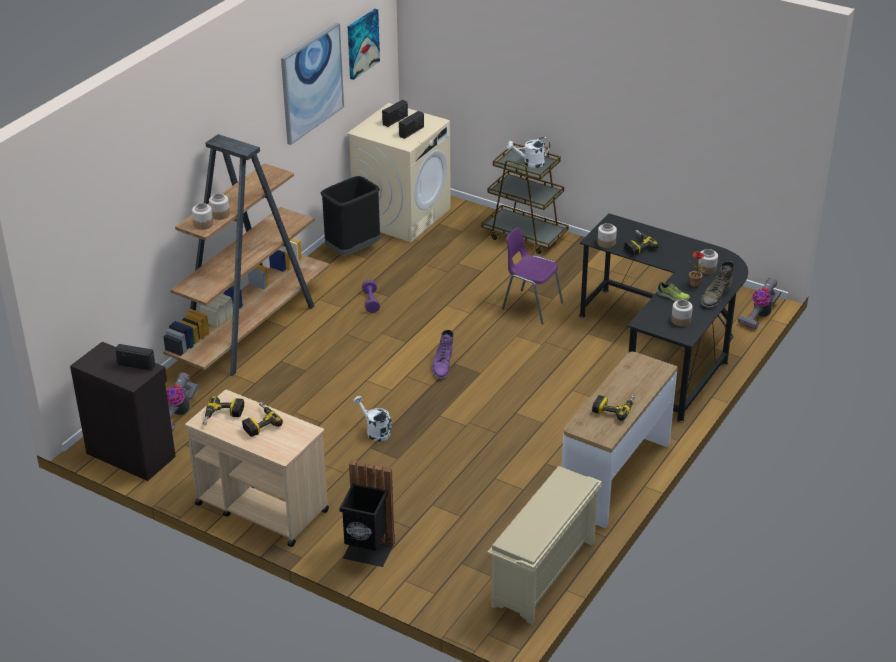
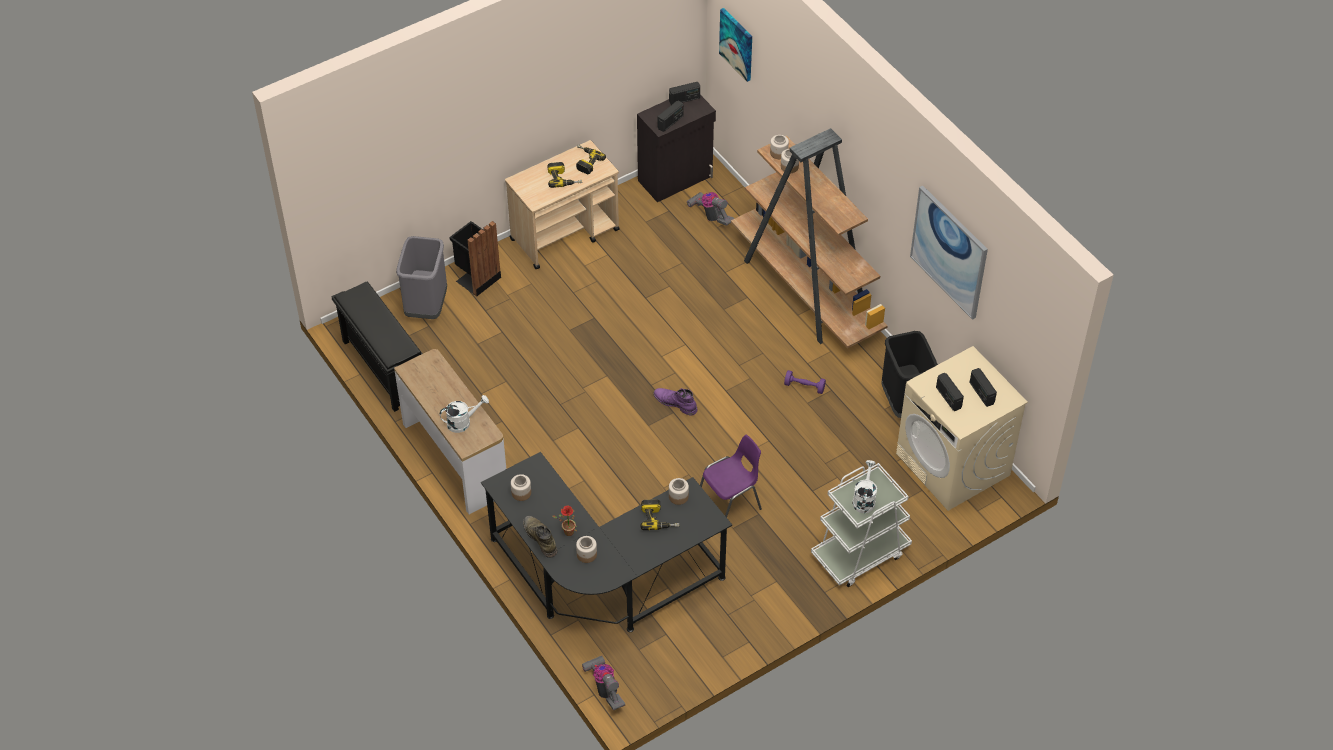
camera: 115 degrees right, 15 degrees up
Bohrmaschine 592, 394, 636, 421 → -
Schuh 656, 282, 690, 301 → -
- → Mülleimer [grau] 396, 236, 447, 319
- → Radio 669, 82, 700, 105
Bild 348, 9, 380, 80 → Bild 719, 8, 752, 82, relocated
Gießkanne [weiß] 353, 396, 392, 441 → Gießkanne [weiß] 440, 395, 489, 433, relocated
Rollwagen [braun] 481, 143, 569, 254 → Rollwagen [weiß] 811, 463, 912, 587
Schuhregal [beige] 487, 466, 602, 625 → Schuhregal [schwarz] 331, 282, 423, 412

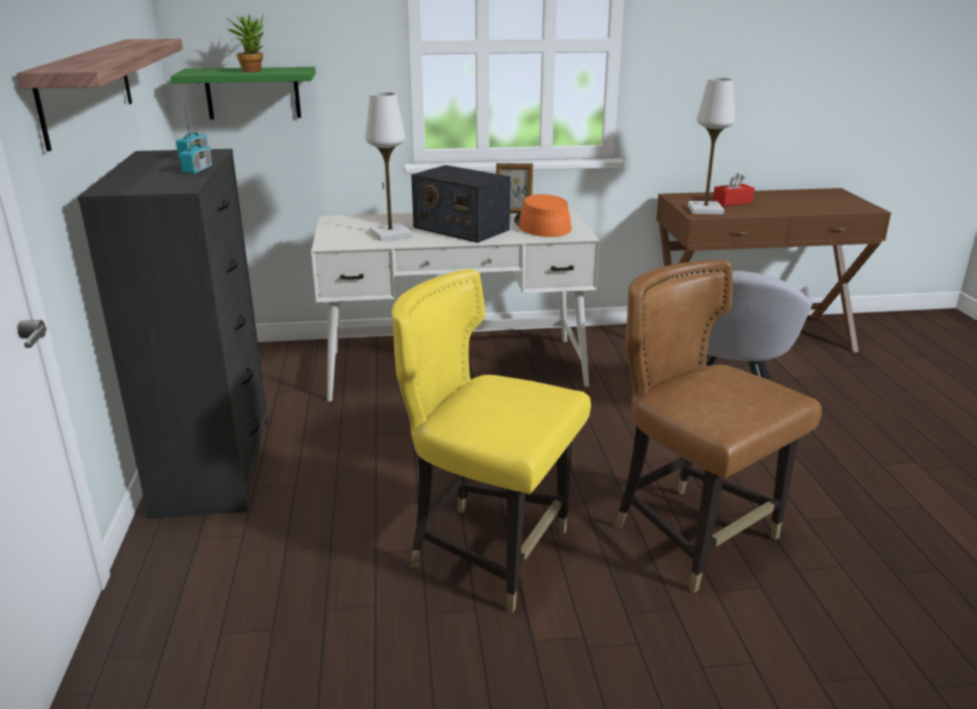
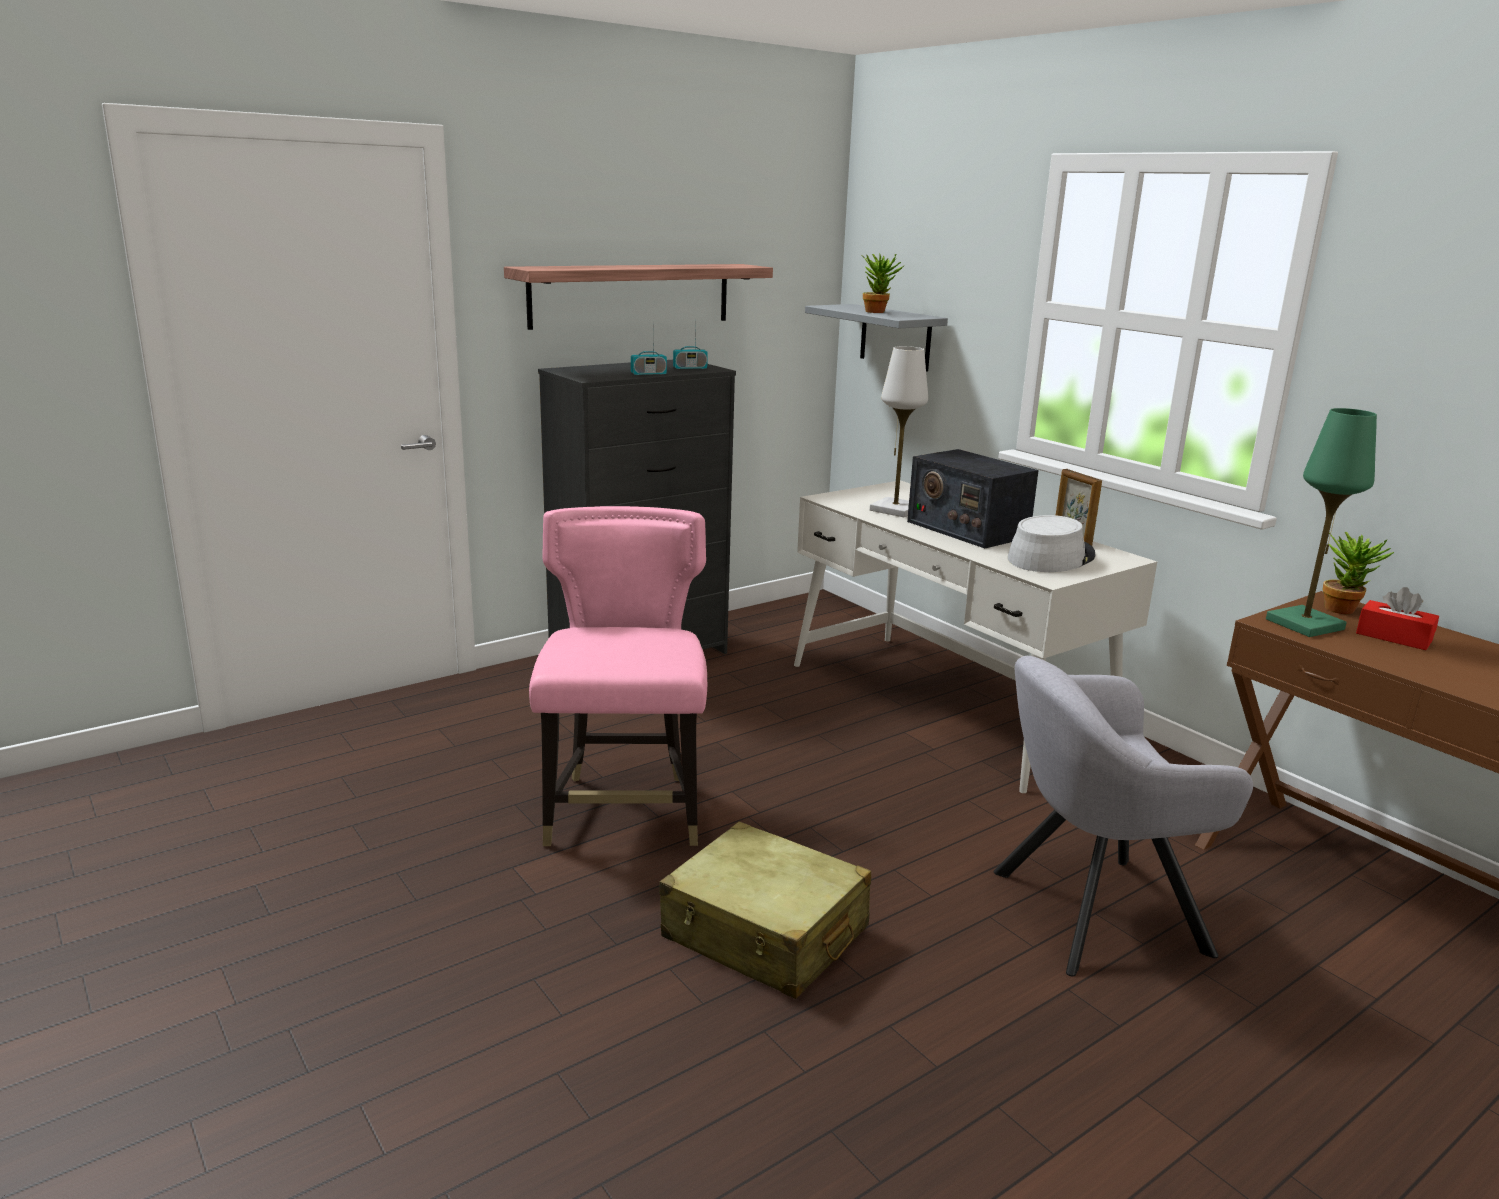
camera: 60 degrees right, 5 degrees down
- → Topfpflanze 1322, 532, 1394, 614
Stuhl [braun] 614, 260, 822, 593 → Koffer [beige] 659, 821, 871, 999
Wandregal [grün] 171, 67, 316, 120 → Wandregal [grau] 805, 304, 948, 372
Stuhl [gelb] 392, 269, 591, 614 → Stuhl [rosa] 529, 506, 707, 846
Hut [orange] 514, 194, 571, 237 → Hut [grau] 1007, 515, 1096, 572
Tischlampe [weiß] 688, 78, 735, 215 → Tischlampe [grün] 1266, 408, 1377, 637
Radio 411, 165, 510, 243 → Radio 907, 449, 1039, 548, 45 degrees counterclockwise

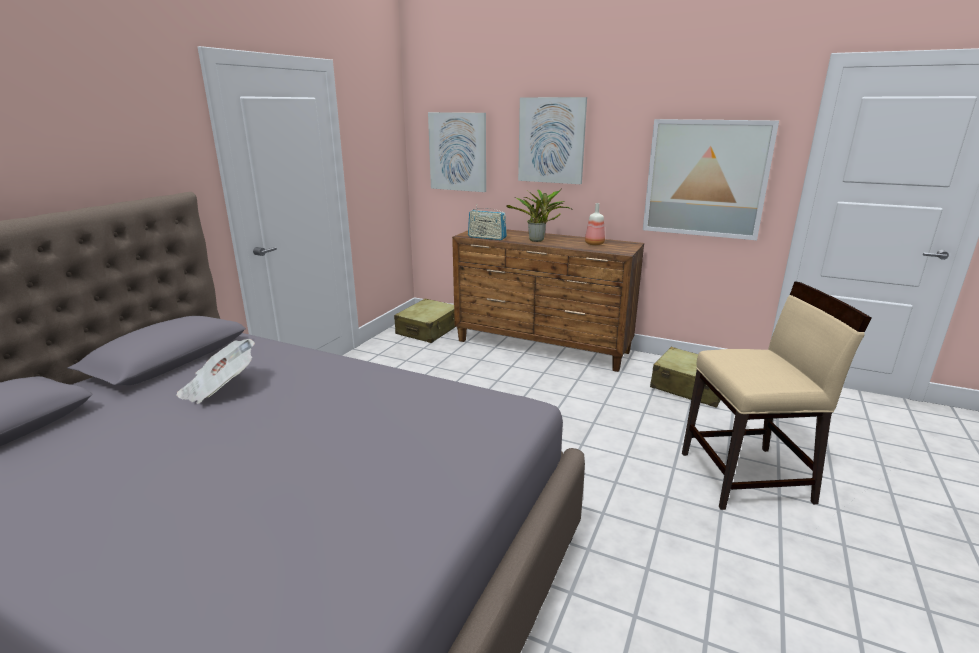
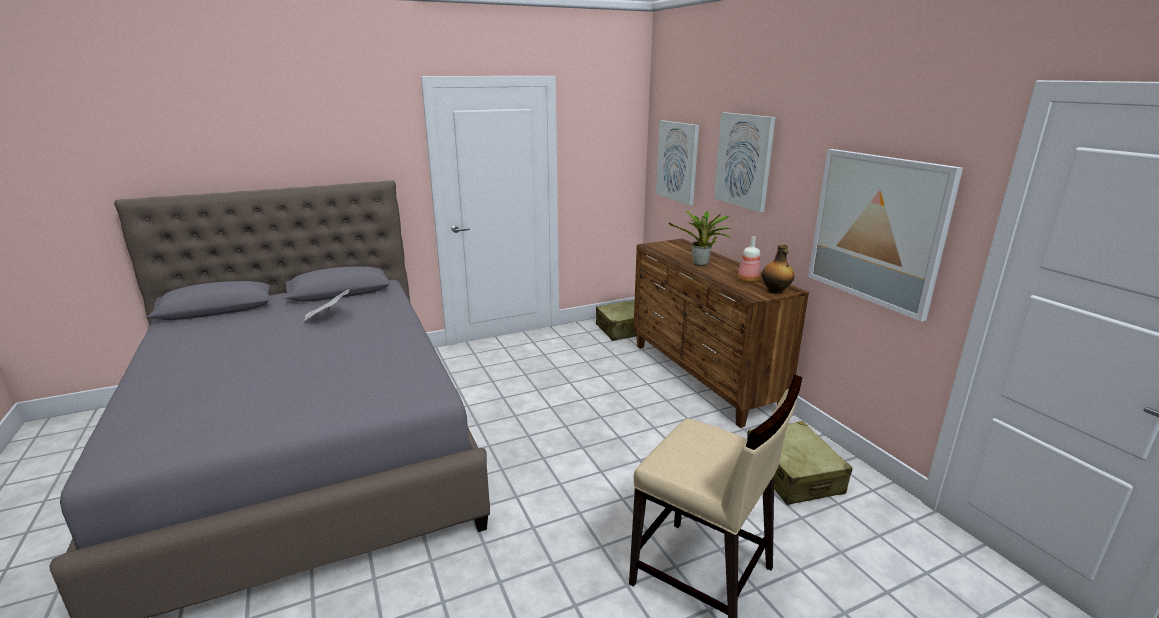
camera: 40 degrees right, 0 degrees up
Radio 468, 204, 507, 240 → -
- → Flasche 762, 244, 794, 294

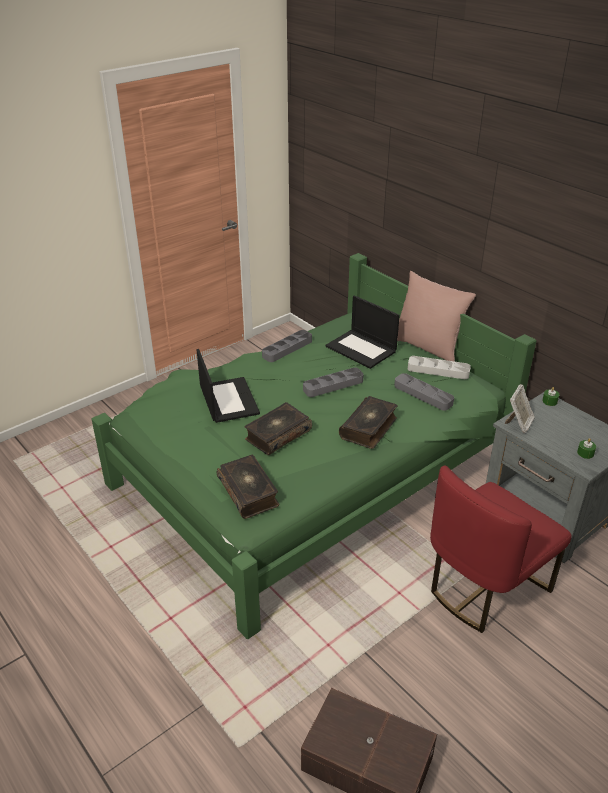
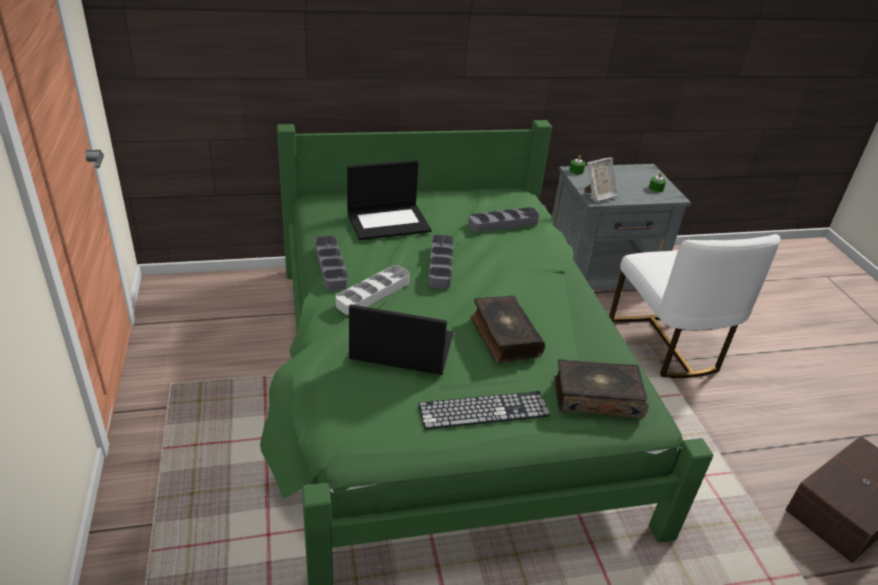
camera: 65 degrees left, 0 degrees up
Buch 339, 396, 398, 449 → -
Kissen [rosa] 397, 271, 476, 362 → -
- → Tastatur 418, 391, 550, 430
Tablett [grau] 408, 356, 471, 379 → Tablett [grau] 336, 265, 410, 315, relocated
Stuhl [rot] 430, 465, 572, 633 → Stuhl [weiß] 609, 234, 781, 378
Bilderrahmen 505, 384, 535, 433 → Bilderrahmen 584, 157, 618, 203, 90 degrees clockwise

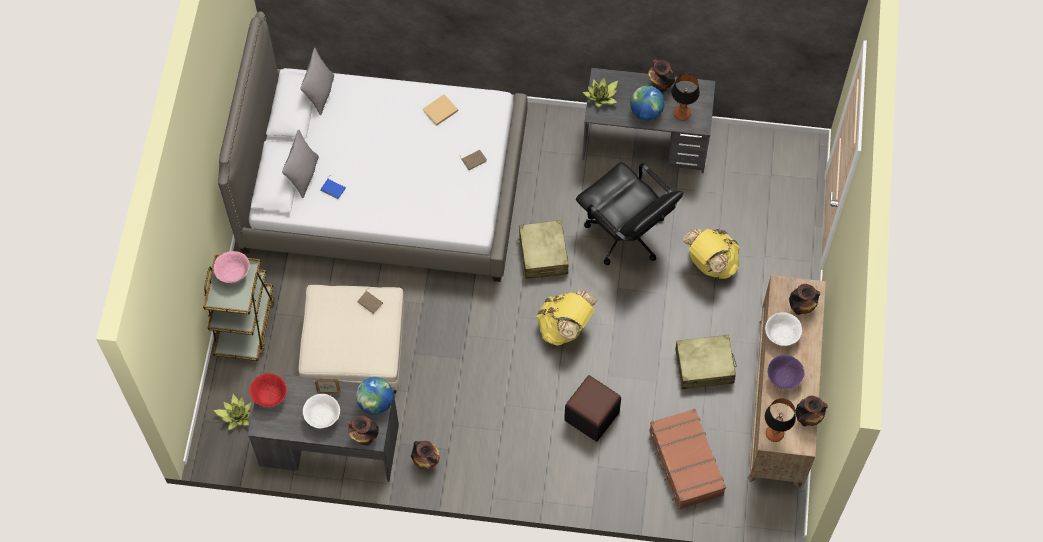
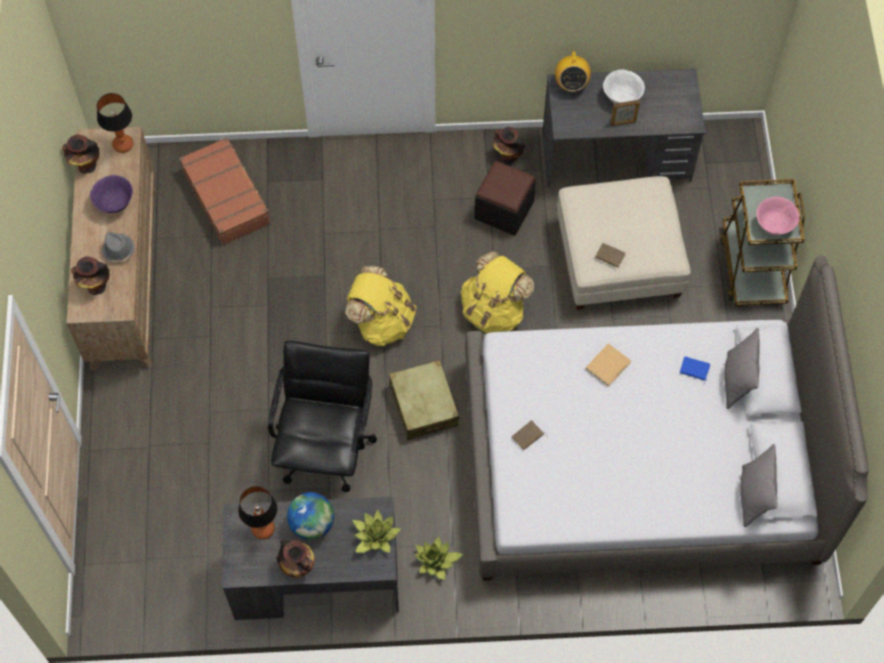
camera: 170 degrees right, 0 degrees up
Schüssel [rot] 250, 373, 287, 407 → -
Globus 356, 377, 393, 415 → -
Koffer [beige] 675, 335, 737, 389 → -
Topfpflanze 213, 394, 251, 430 → Topfpflanze 415, 536, 463, 580, relocated
Buch [beige] 423, 94, 458, 126 → Buch [beige] 586, 343, 631, 387, relocated
Polsterhocker [schwarz] 564, 375, 621, 442 → Polsterhocker [schwarz] 475, 161, 536, 236, relocated
Rucksack [gelb] 683, 228, 740, 279 → Rucksack [gelb] 461, 251, 534, 333, relocated
Vase 348, 415, 379, 446 → Radio 555, 51, 591, 92
Schüssel [weiß] 765, 312, 802, 346 → Hut [grau] 102, 232, 135, 263
Bürostuhl [schwarz] 576, 162, 683, 265 → Bürostuhl [schwarz] 268, 341, 377, 492, 60 degrees clockwise

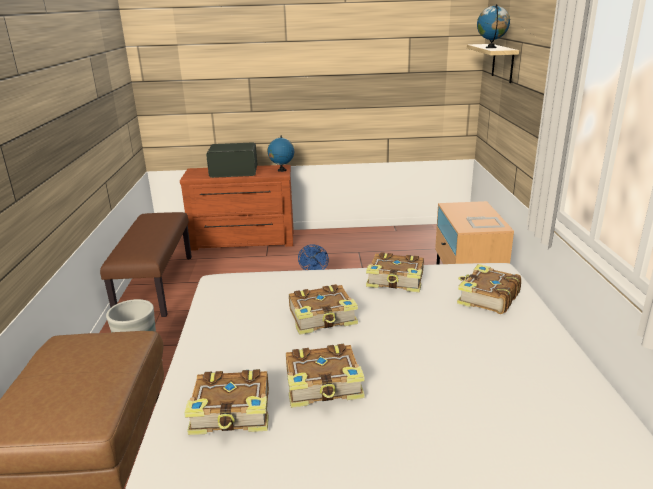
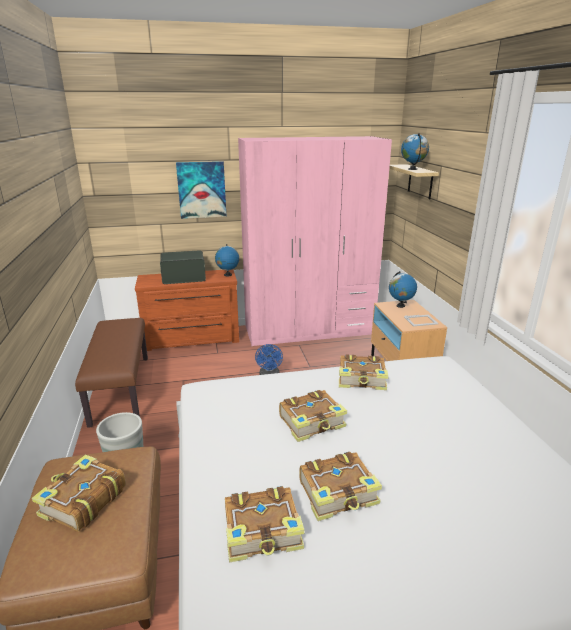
camera: 10 degrees left, 0 degrees up
- → Bild 176, 161, 227, 219
- → Kleiderschrank [rosa] 238, 136, 392, 347
- → Globus 389, 271, 417, 308
Buch 457, 264, 521, 314 → Buch 32, 454, 126, 532, relocated

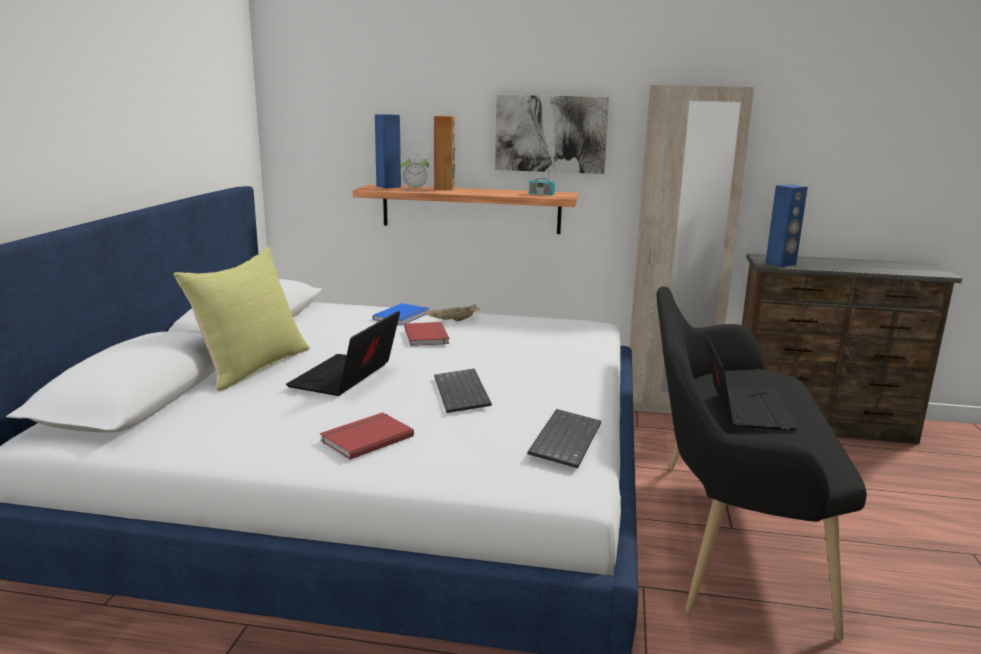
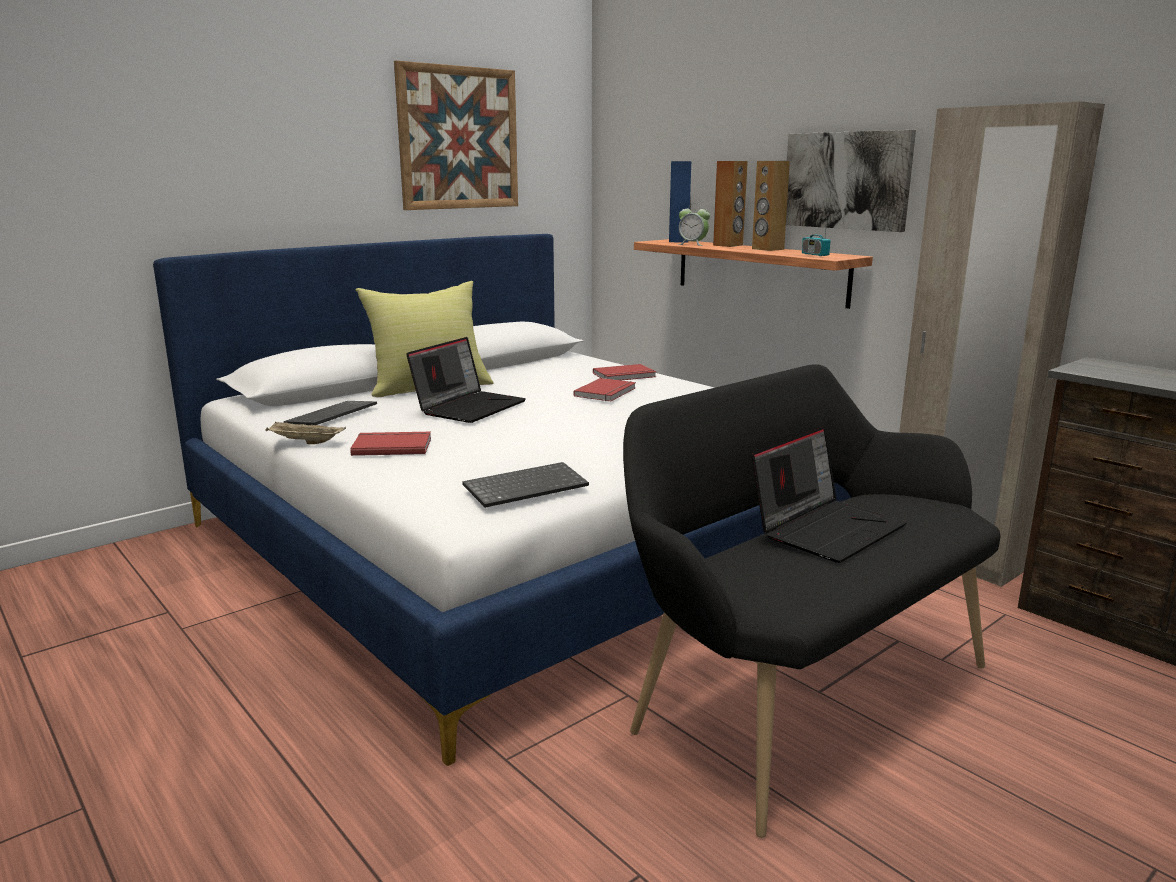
camera: 40 degrees right, 0 degrees up
Lautsprecher [blau] 765, 184, 808, 267 → -
- → Bild 394, 61, 518, 210
- → Lautsprecher [braun] 752, 161, 790, 251
Tablett [beige] 424, 304, 480, 321 → Tablett [beige] 265, 422, 346, 444, relocated
Tastatur 434, 368, 492, 413 → Tastatur 284, 401, 377, 425, relocated
Buch [blau] 372, 303, 430, 326 → Buch [rot] 593, 364, 656, 380
Laptop 286, 311, 400, 396 → Laptop 406, 337, 526, 423, 150 degrees clockwise

